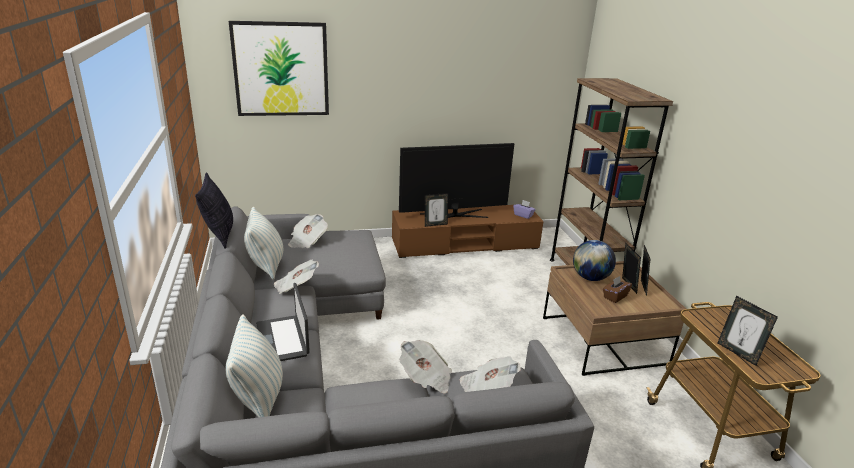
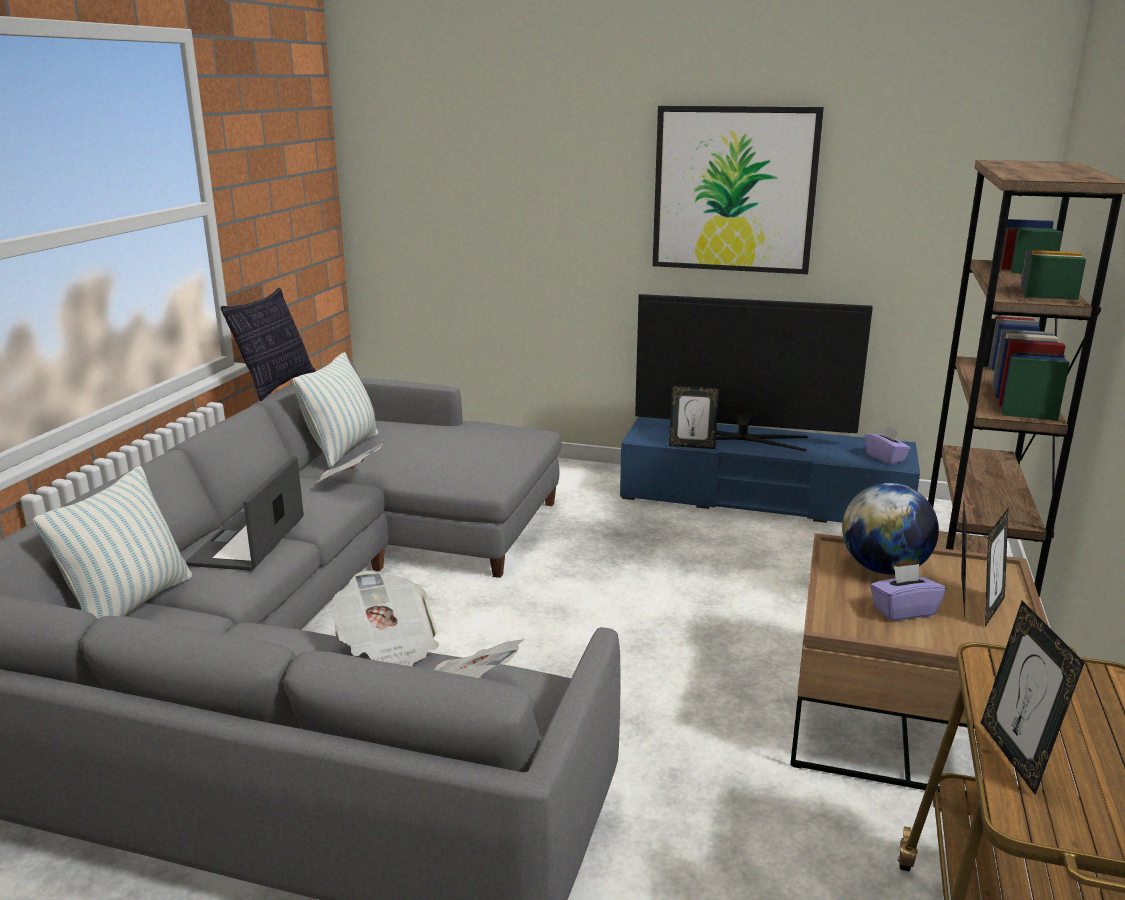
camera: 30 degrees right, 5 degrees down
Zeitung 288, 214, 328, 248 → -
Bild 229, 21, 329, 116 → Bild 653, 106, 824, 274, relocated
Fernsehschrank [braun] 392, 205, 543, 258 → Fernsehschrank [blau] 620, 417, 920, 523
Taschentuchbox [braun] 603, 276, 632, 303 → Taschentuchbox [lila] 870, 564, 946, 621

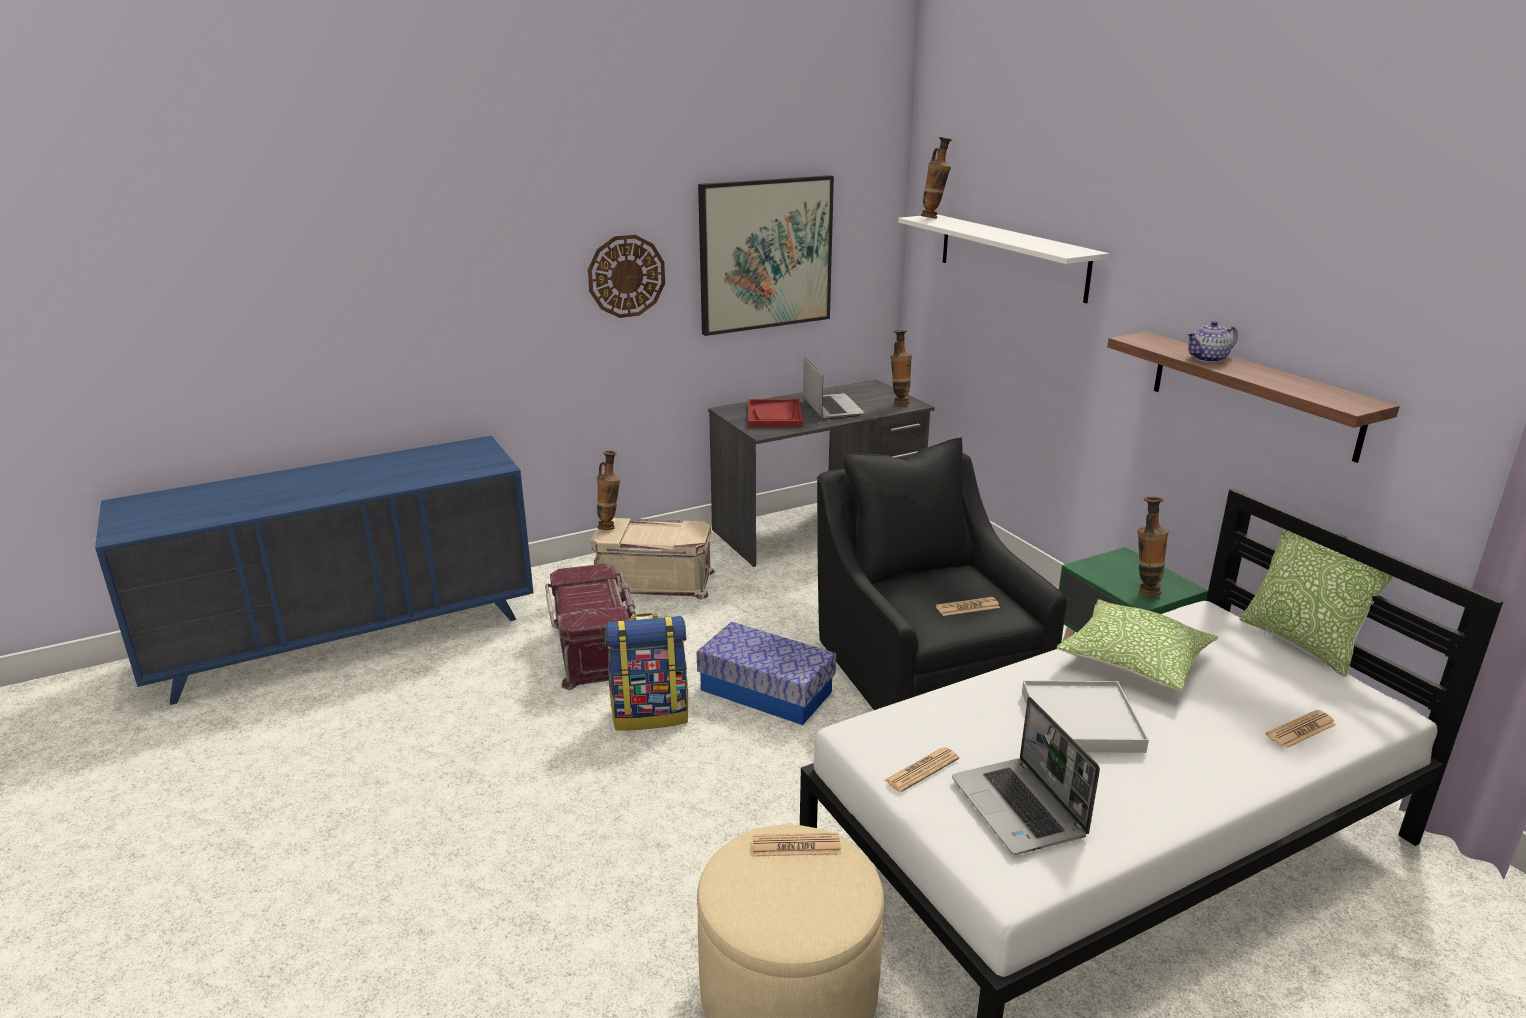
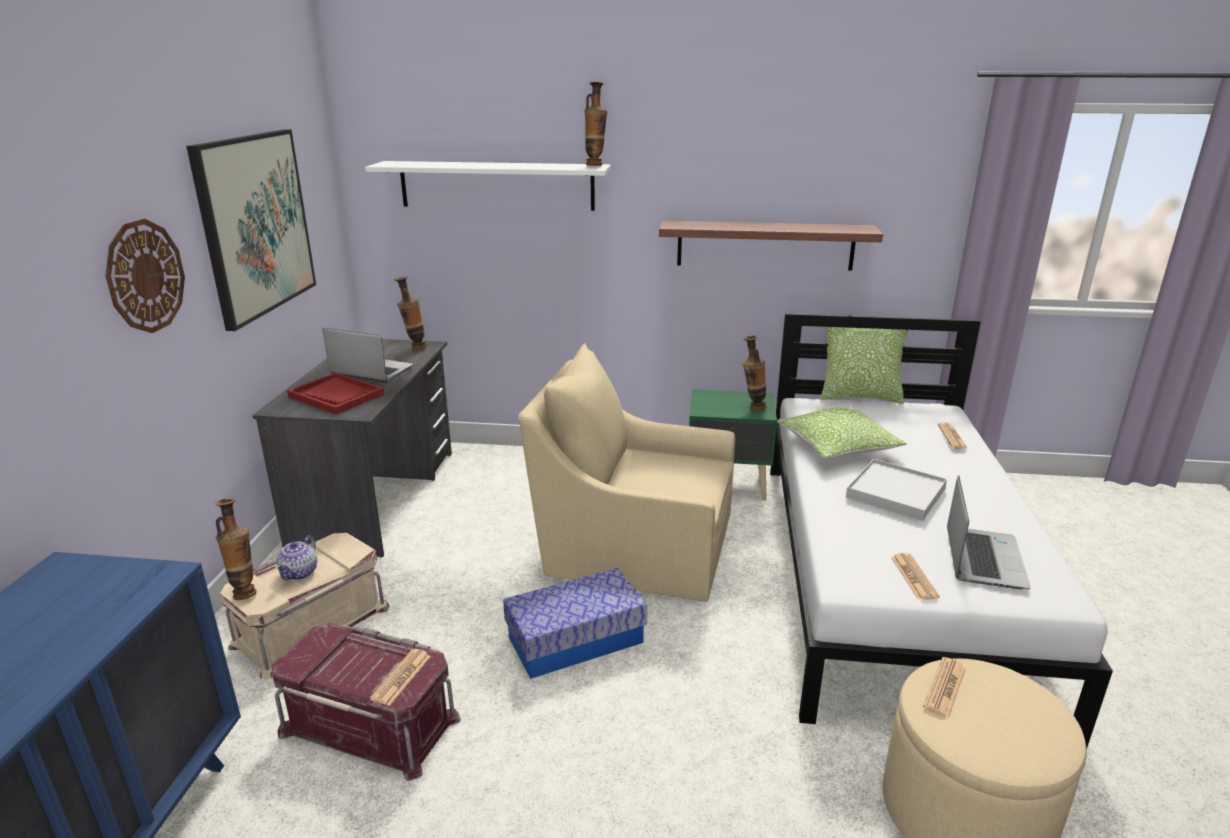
camera: 55 degrees left, 0 degrees up
Rucksack 605, 613, 688, 731 → -
Vase 921, 137, 952, 219 → Vase 584, 82, 607, 166, relocated
Zeitung 936, 597, 1000, 616 → Zeitung 370, 649, 431, 706, relocated
Teekanne 1186, 321, 1238, 363 → Teekanne 275, 535, 317, 580, relocated
Sessel [schwarz] 817, 438, 1067, 710 → Sessel [beige] 519, 343, 735, 602
Laptop 952, 697, 1100, 855 → Laptop 947, 475, 1031, 590, 90 degrees counterclockwise

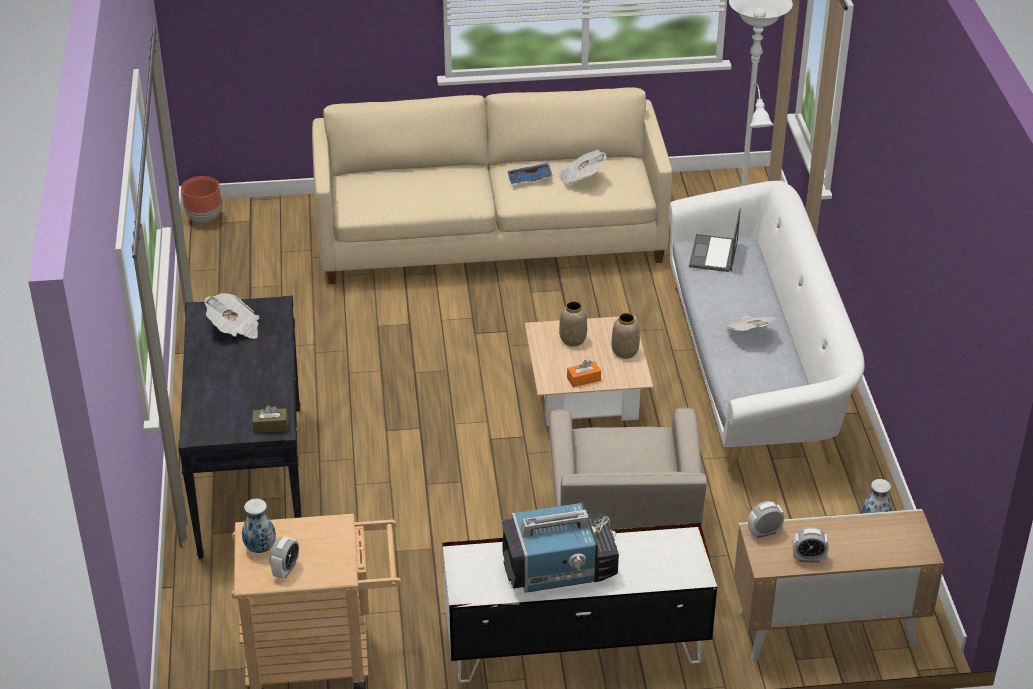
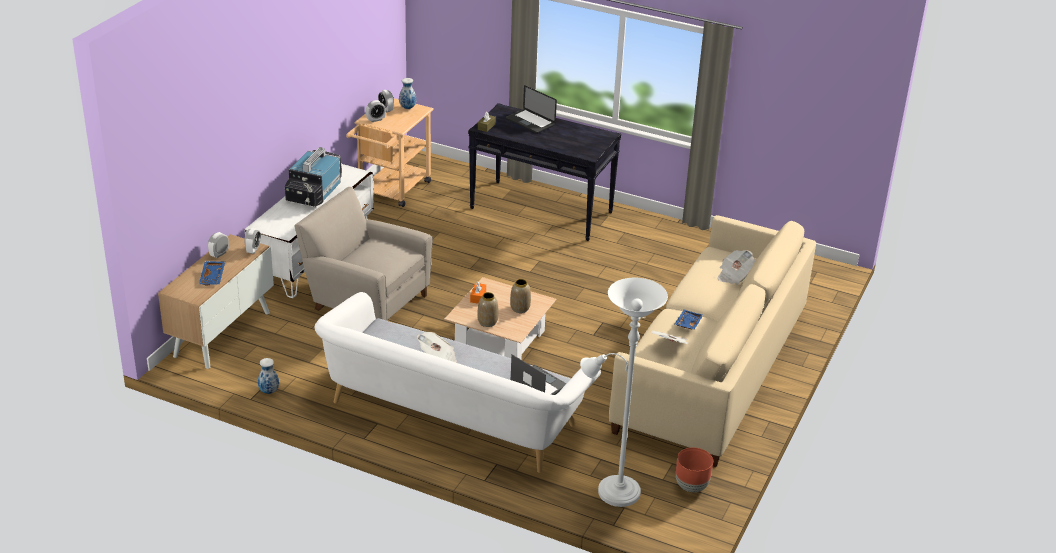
camera: 120 degrees right, 5 degrees down
- → Tablett [blau] 199, 261, 225, 286
- → Wecker 366, 100, 386, 122
- → Laptop 506, 85, 557, 134
Pflanzkübel [braun] 181, 176, 221, 223 → Pflanzkübel [braun] 676, 448, 713, 492, relocated
Zeitung 204, 293, 259, 339 → Zeitung 717, 250, 755, 285, relocated

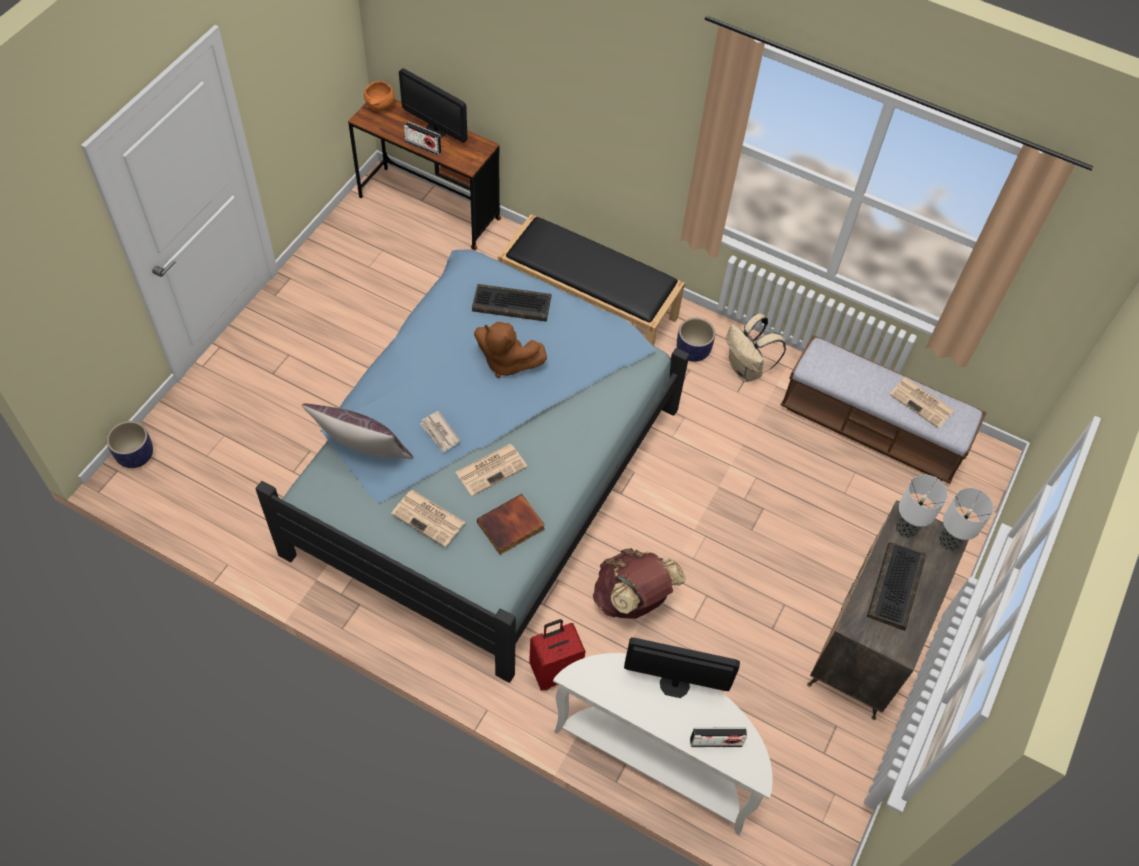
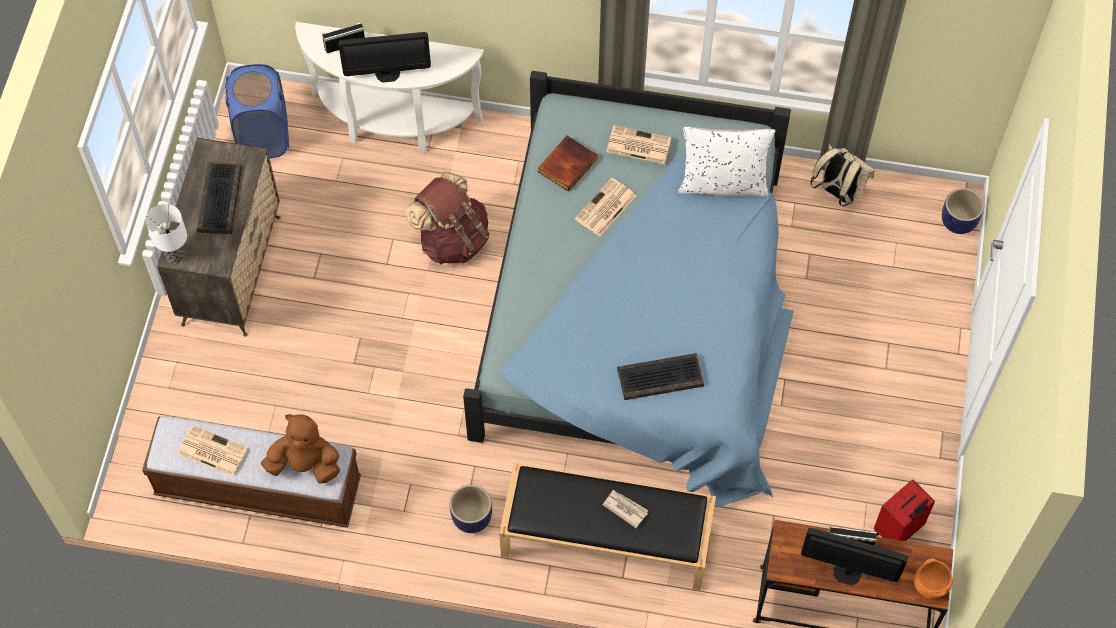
camera: 165 degrees right, 5 degrees up
Tischlampe 896, 475, 948, 538 → -
- → Wäschekorb [blau] 225, 64, 289, 158
Zeitung 420, 411, 460, 453 → Zeitung 603, 490, 648, 528, relocated
Plüschtier [braun] 474, 322, 547, 378 → Plüschtier [braun] 261, 414, 340, 484, relocated
Koffer [rot] 529, 619, 586, 690 → Koffer [rot] 874, 480, 935, 541, relocated
Rucksack [beige] 726, 313, 786, 382 → Rucksack [beige] 810, 145, 875, 207, relocated
Kissen [braun] 302, 403, 413, 459 → Kissen [weiß] 678, 126, 775, 197

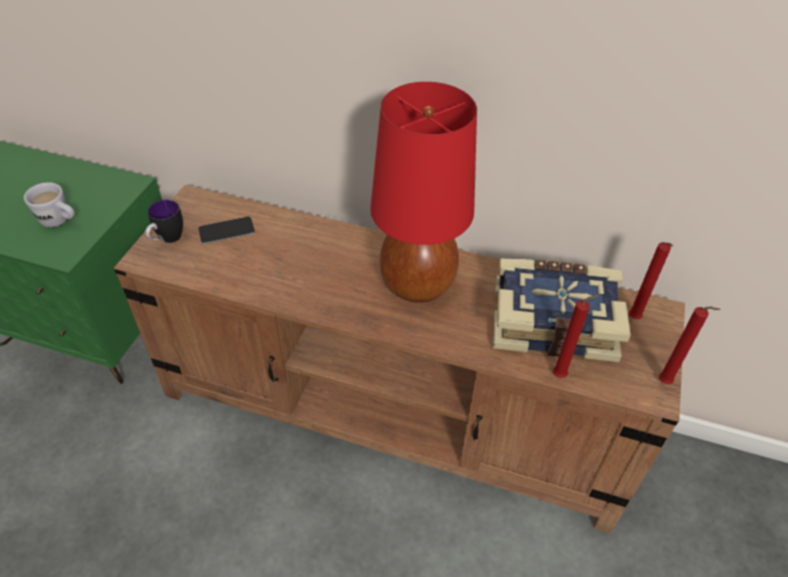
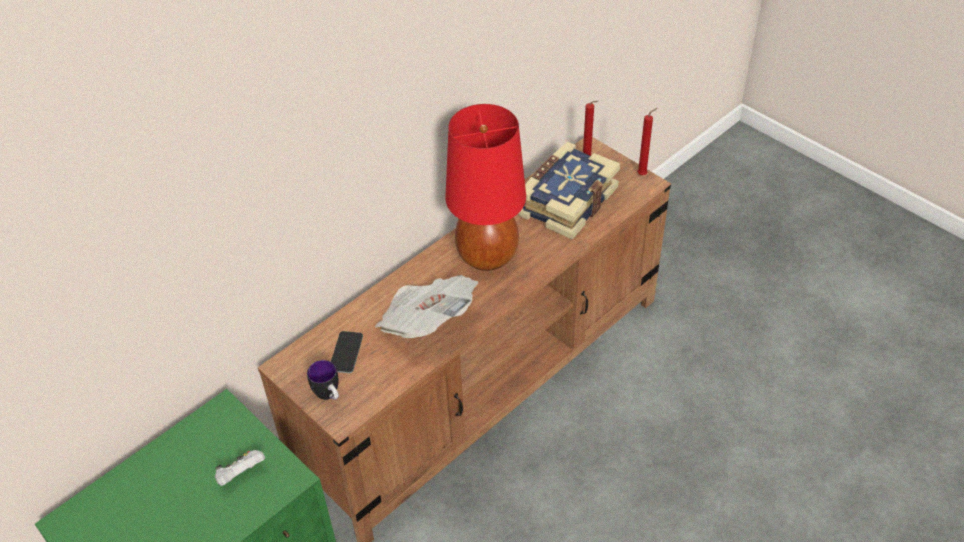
camera: 60 degrees left, 0 degrees up
Kerze [rot] 553, 295, 600, 378 → -
- → Zeitung 375, 275, 478, 338
Henkelbecher [weiß] 24, 182, 75, 227 → Gamepad [weiß] 215, 450, 265, 486

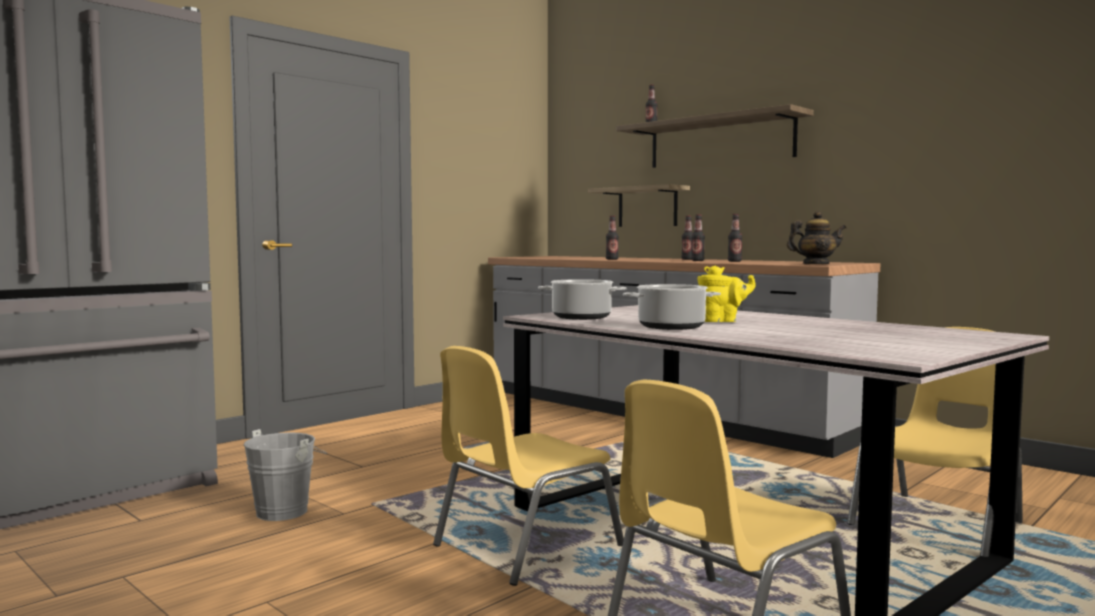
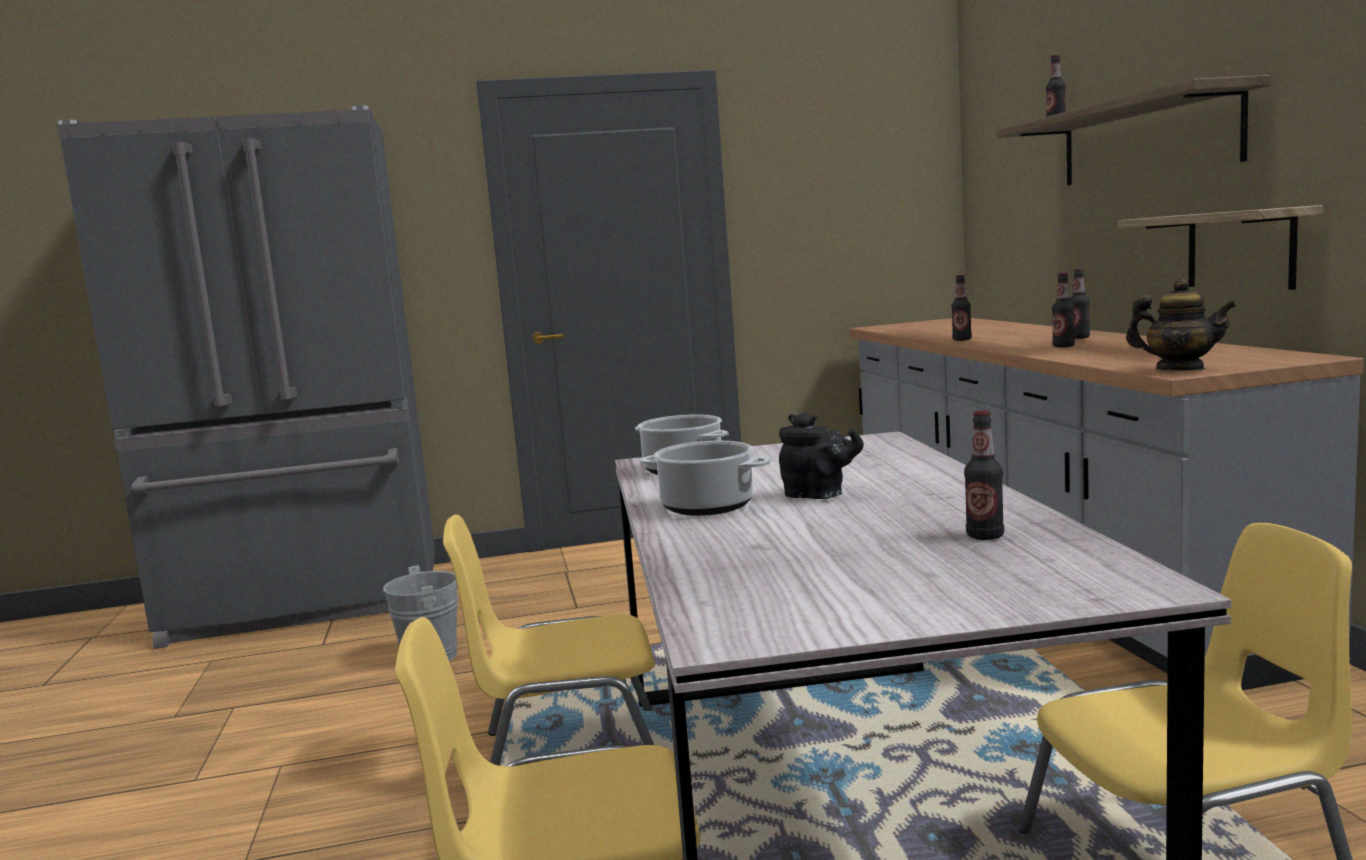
camera: 35 degrees right, 5 degrees up
Wandregal 588, 184, 690, 227 → Wandregal 1118, 205, 1323, 290, relocated
Flasche 728, 214, 742, 262 → Flasche 964, 410, 1004, 540, relocated
Teekanne [gelb] 697, 265, 755, 322 → Teekanne [schwarz] 779, 413, 864, 499

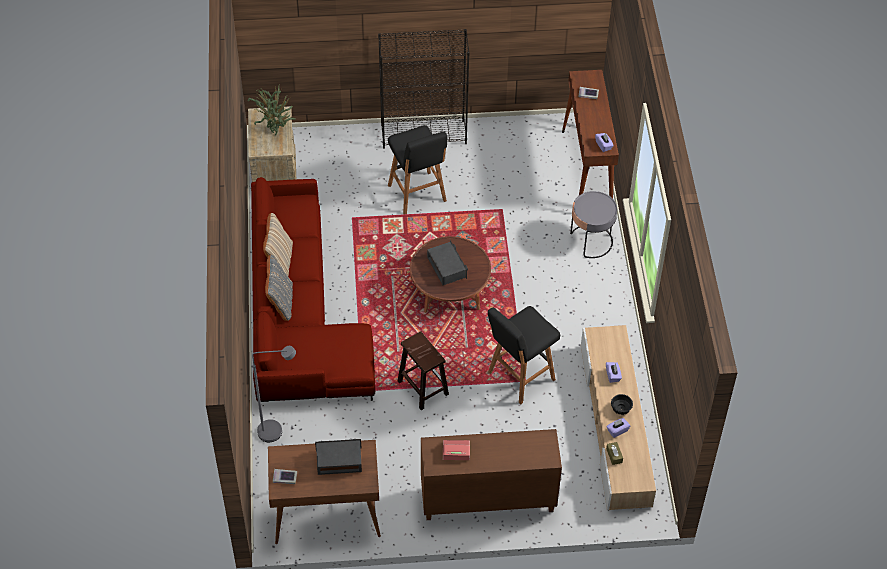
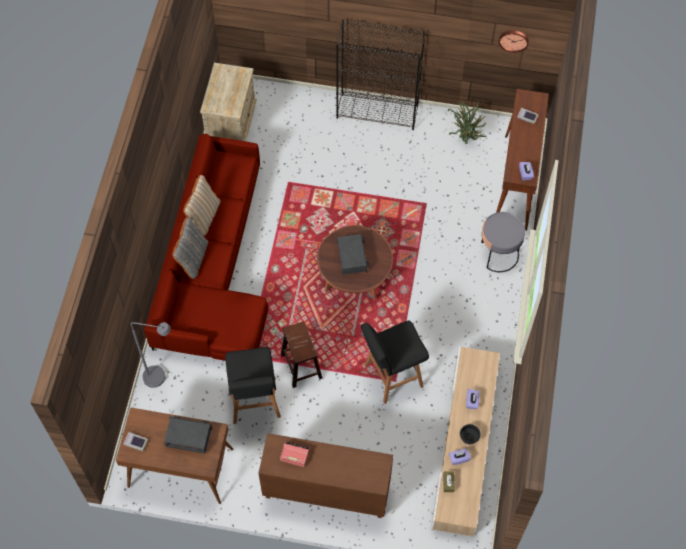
camera: 15 degrees right, 10 degrees up
- → Wanduhr 499, 30, 529, 52
Topfpflanze 248, 83, 296, 135 → Topfpflanze 448, 100, 486, 144, relocated
Hocker [schwarz] 388, 125, 448, 215 → Hocker [schwarz] 225, 347, 281, 424, relocated

